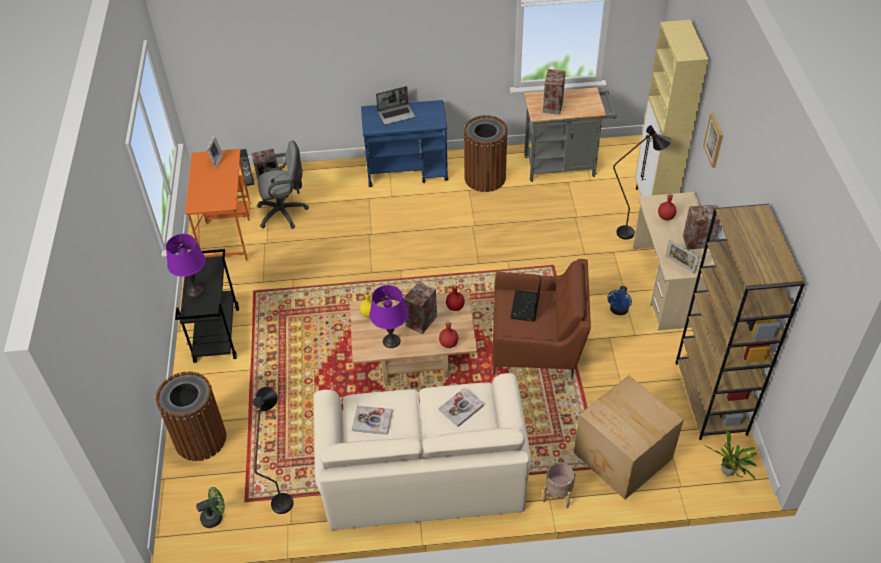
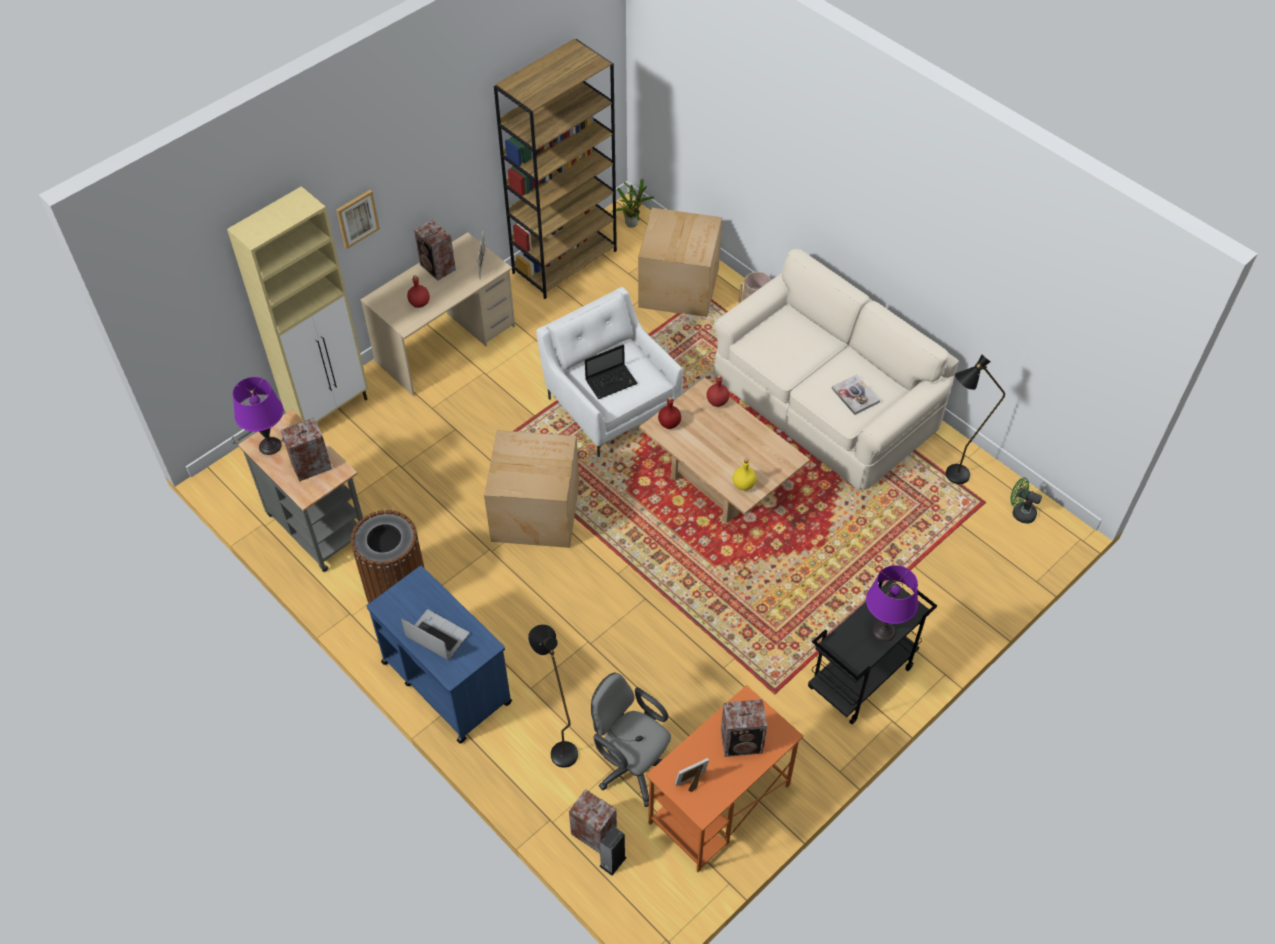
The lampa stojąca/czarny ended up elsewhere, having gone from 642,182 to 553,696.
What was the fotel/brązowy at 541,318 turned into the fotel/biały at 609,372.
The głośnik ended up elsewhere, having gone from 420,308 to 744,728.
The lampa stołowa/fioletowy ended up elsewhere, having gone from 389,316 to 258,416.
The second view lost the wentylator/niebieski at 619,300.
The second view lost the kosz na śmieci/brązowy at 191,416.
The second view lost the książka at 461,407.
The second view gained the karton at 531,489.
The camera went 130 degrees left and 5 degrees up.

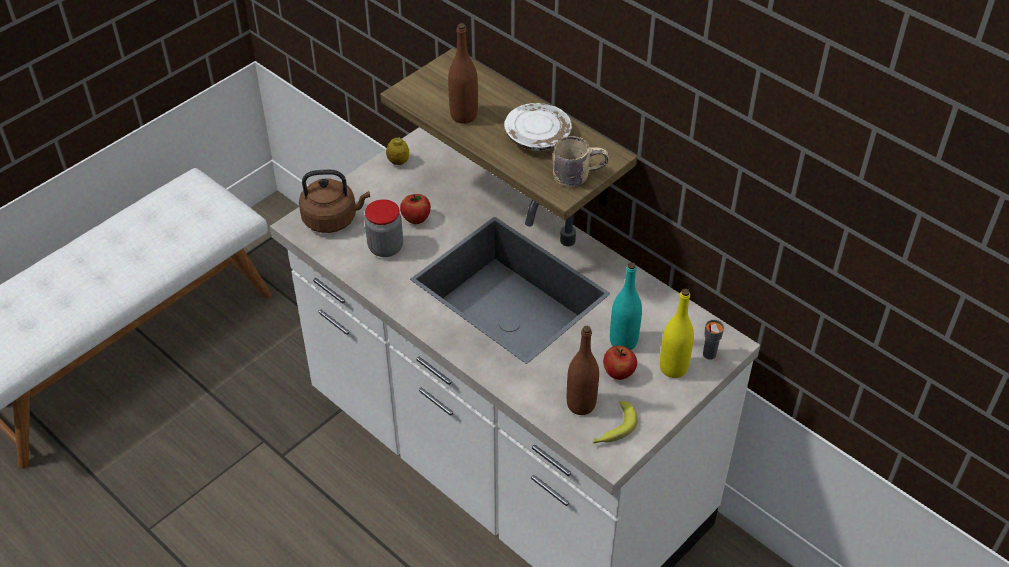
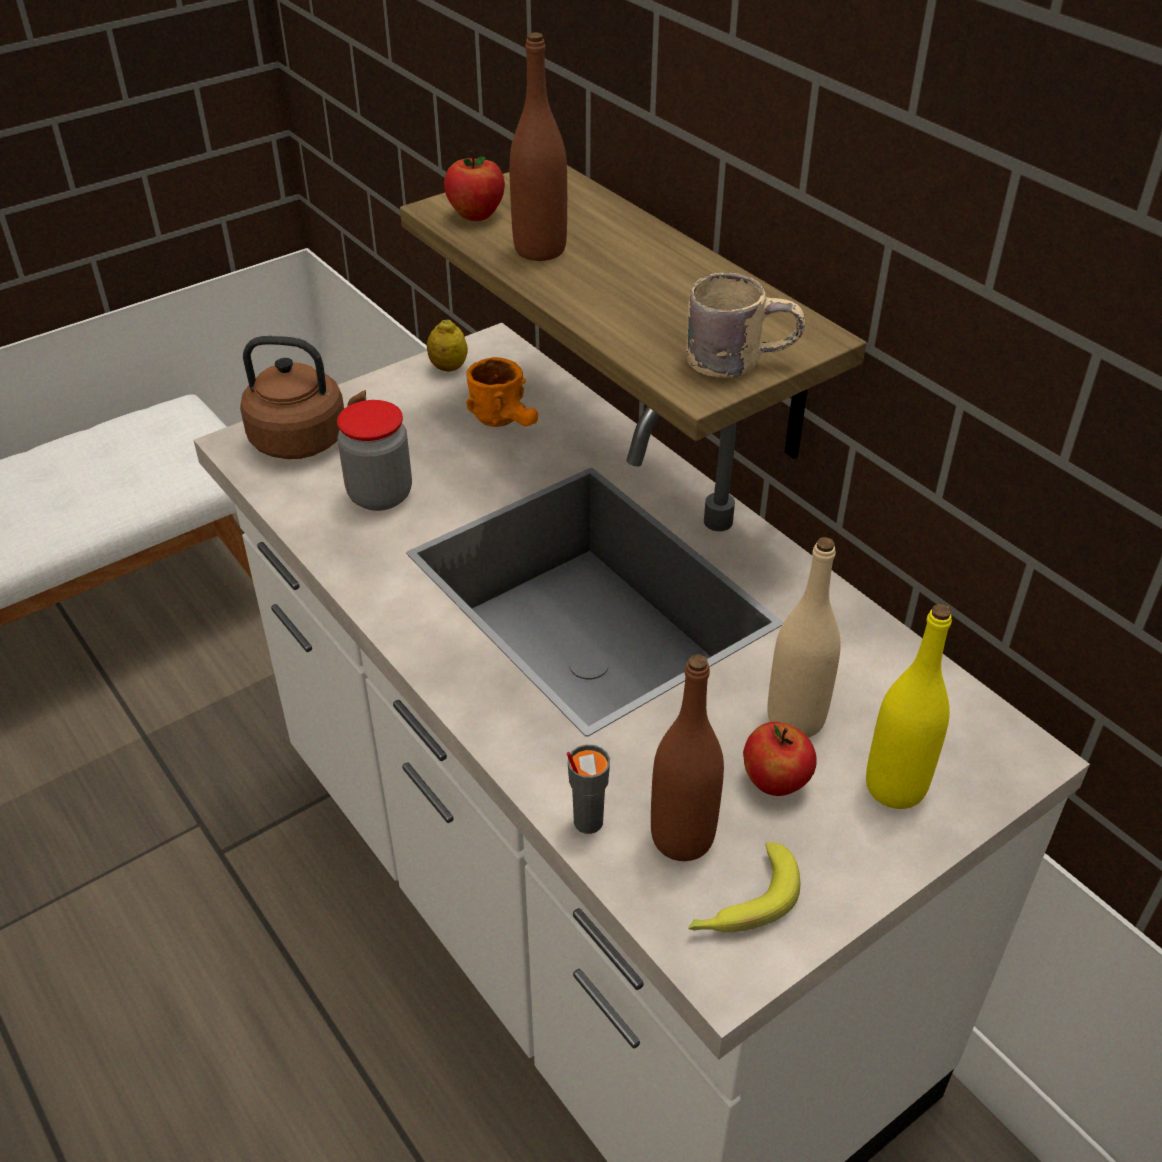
The second view lost the talerz/biały at 538,127.
The jabłko ended up elsewhere, having gone from 415,209 to 474,186.
What was the butelka/turkusowy at 626,306 turned into the butelka/beżowy at 804,637.
The filiżanka/szary ended up elsewhere, having gone from 713,340 to 588,789.
The second view gained the kubek/pomarańczowy at 502,392.
The camera went 10 degrees right and 5 degrees down.

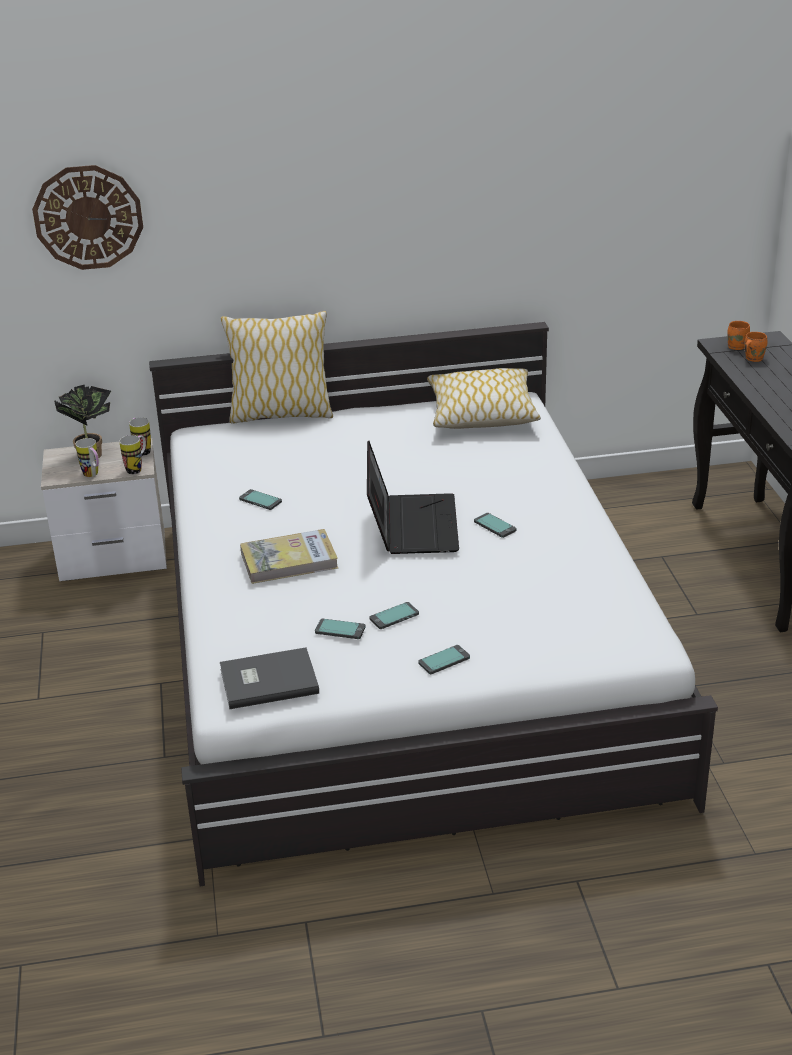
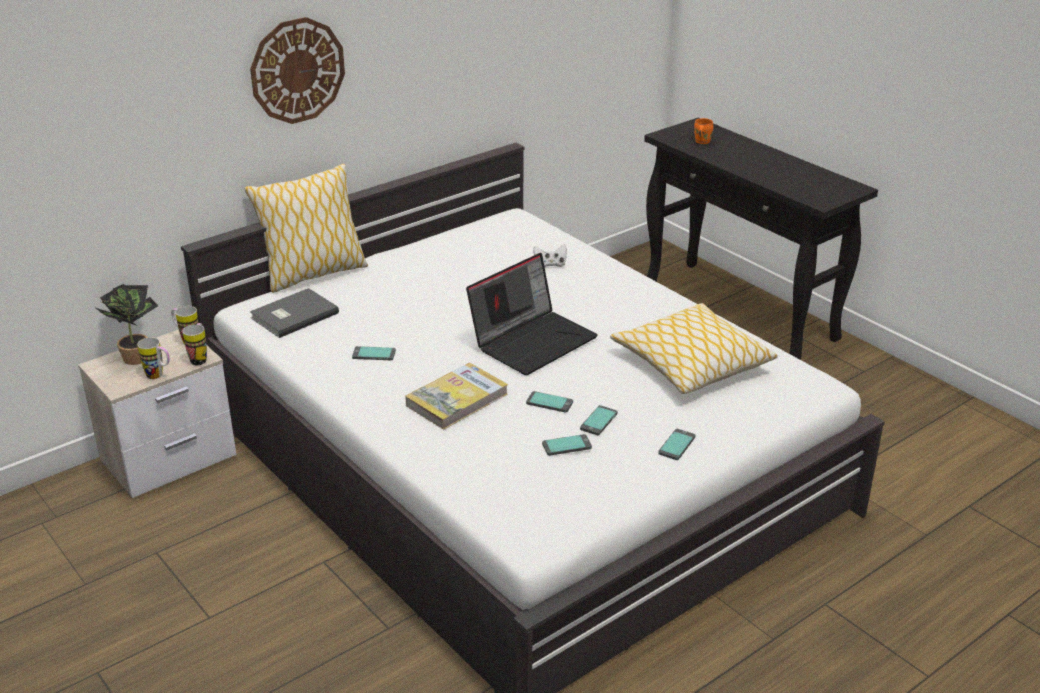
The zegar ścienny ended up elsewhere, having gone from 87,217 to 297,70.
The second view lost the kubek/pomarańczowy at 738,335.
The poduszka ended up elsewhere, having gone from 484,398 to 694,348.
The laptop at 413,497 ended up facing another way, 75 degrees clockwise from before.
The telefon ended up elsewhere, having gone from 495,525 to 549,402.
The książka/szary ended up elsewhere, having gone from 269,678 to 294,313.
The second view gained the pad do gier/biały at 550,255.
The camera went 30 degrees left and 0 degrees up.

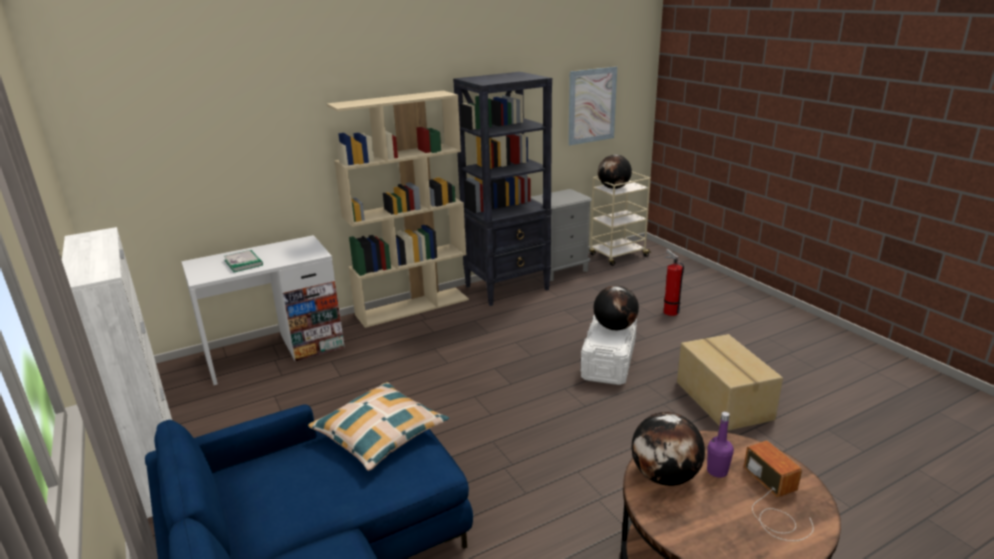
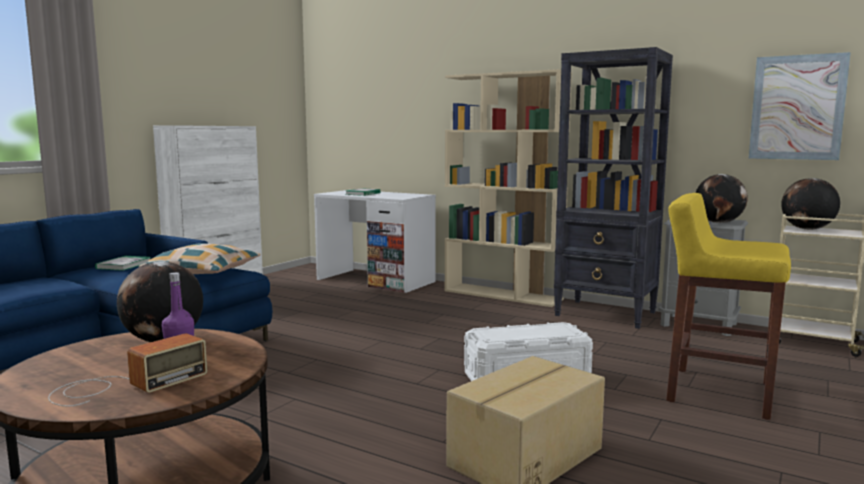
Where the gaśnica stood at 674,282, the stołek/żółty came to stand at 728,306.
The globus ended up elsewhere, having gone from 616,308 to 722,198.
The second view gained the książka at 123,263.
The camera went 60 degrees right and 15 degrees down.

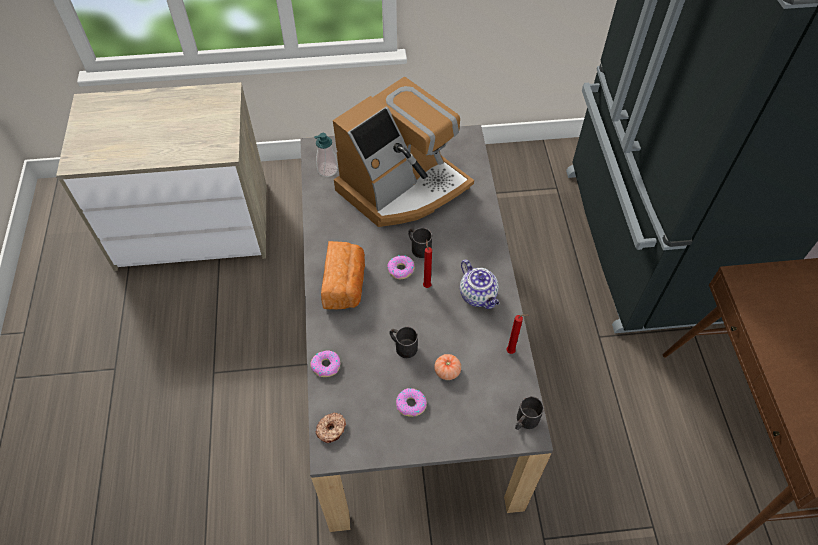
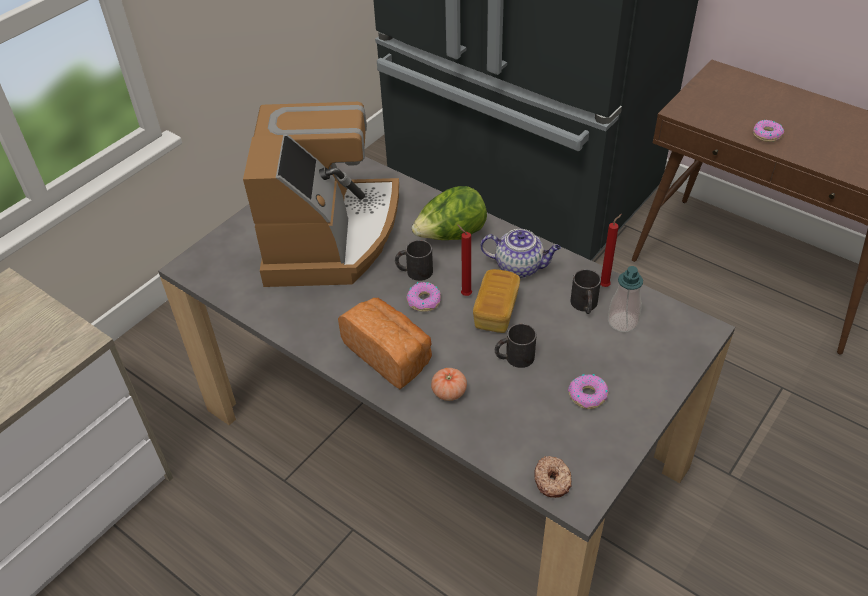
The dozownik mydła ended up elsewhere, having gone from 326,155 to 625,299.
The donut ended up elsewhere, having gone from 325,364 to 768,131.
The pomidor ended up elsewhere, having gone from 447,367 to 449,384.
The kubek/czarny ended up elsewhere, having gone from 529,413 to 585,291.
The second view gained the sałata at 449,213.
The second view gained the chleb at 496,301.
The camera went 45 degrees left and 10 degrees down.

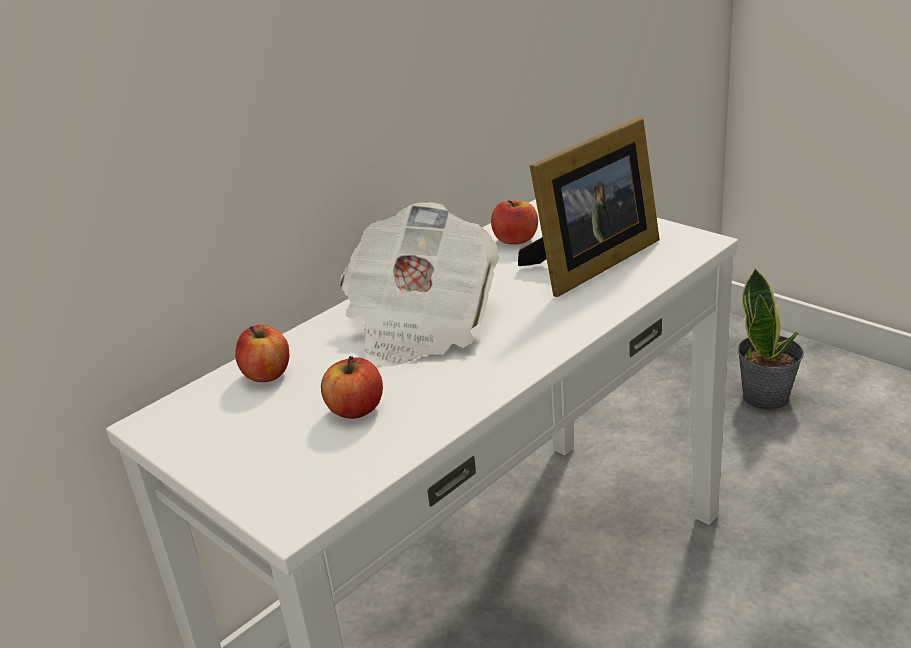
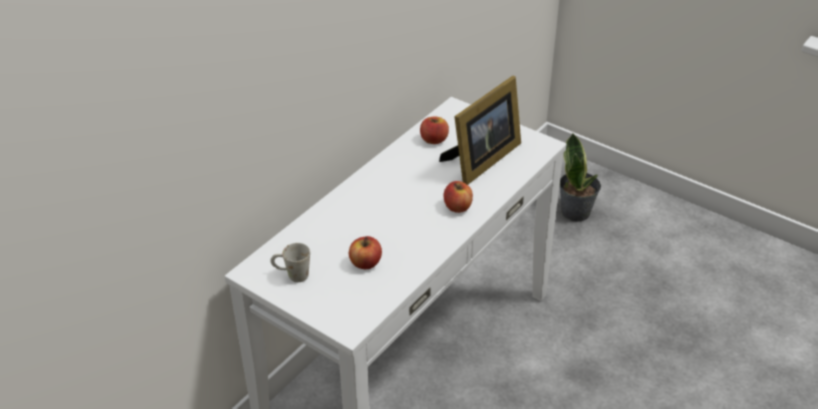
The second view lost the gazeta at 420,284.
The jabłko ended up elsewhere, having gone from 262,353 to 458,197.
The second view gained the kubek/biały at 290,262.
The camera went 10 degrees left and 10 degrees up.

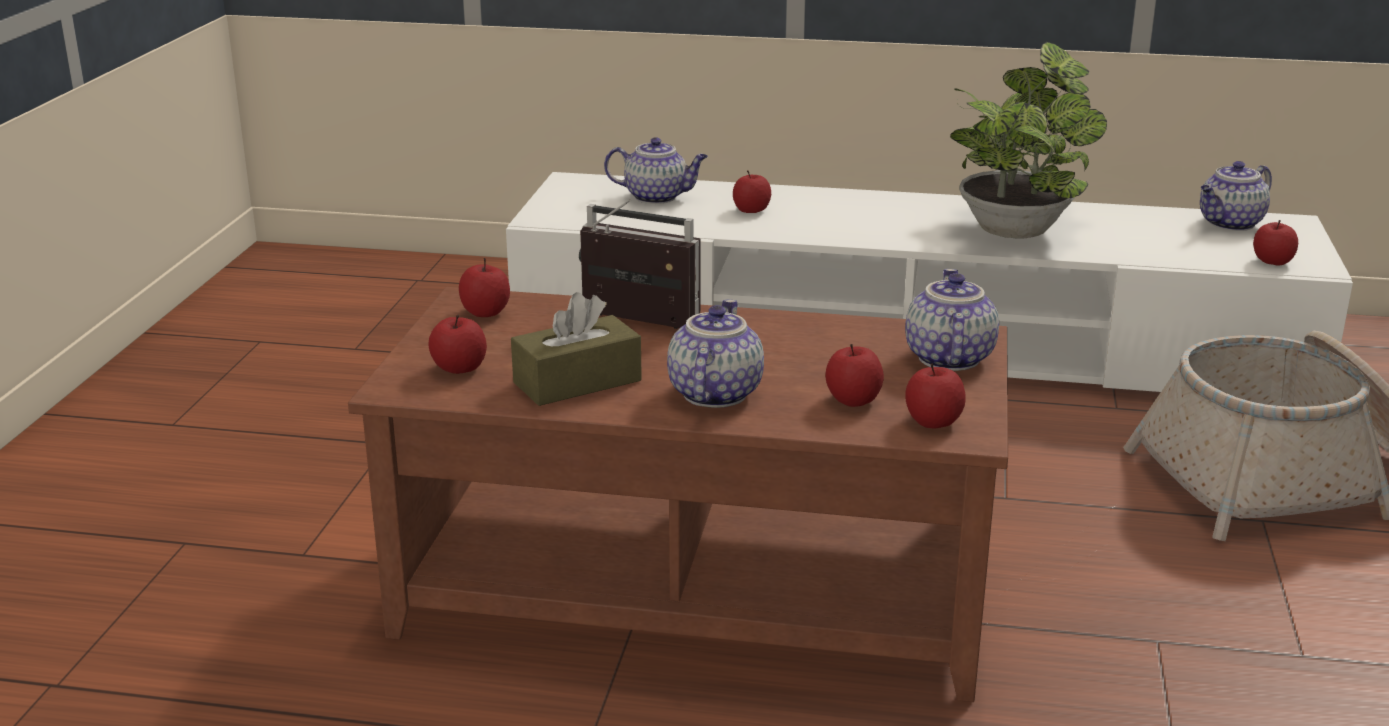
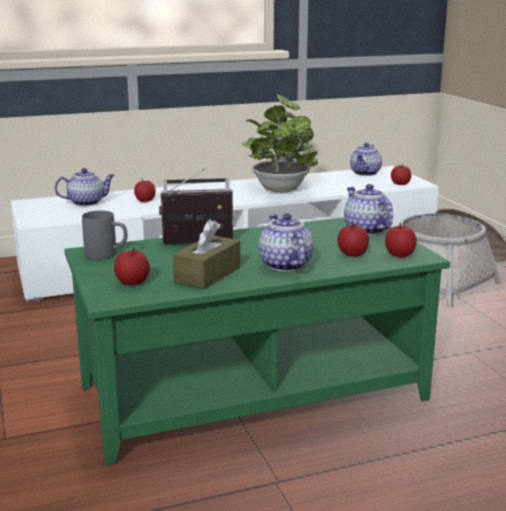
Where the jabłko stood at 484,287, the kubek/szary came to stand at 105,235.
What was the ława/brązowy at 678,494 turned into the ława/zielony at 257,341.
The camera went 30 degrees left and 5 degrees down.

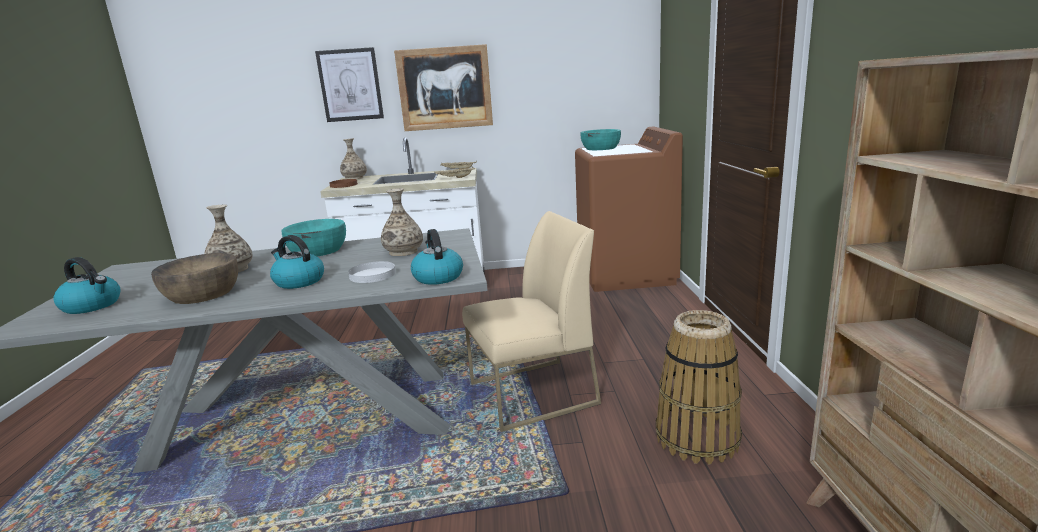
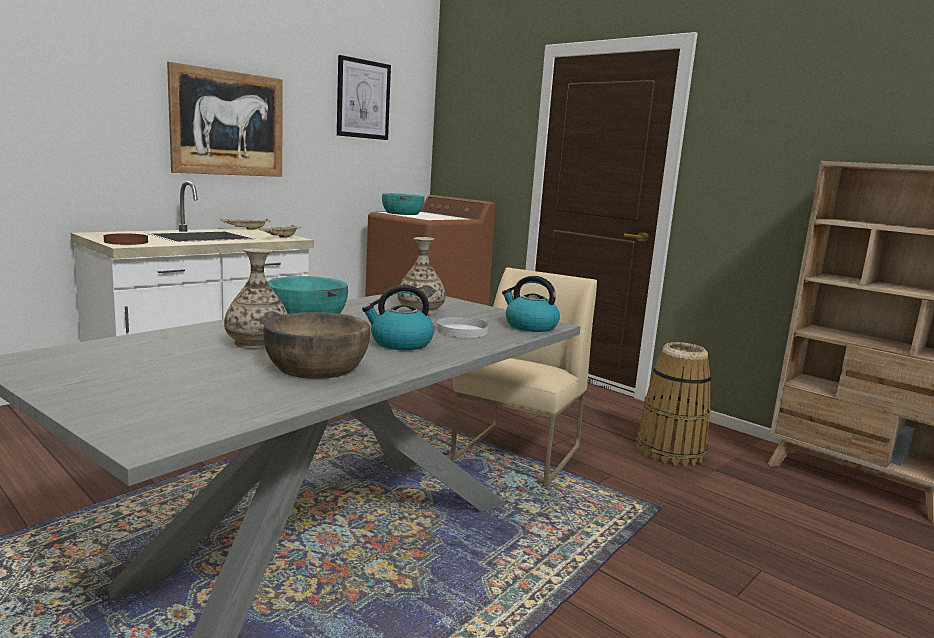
The obraz ended up elsewhere, having gone from 349,84 to 364,97.
The second view lost the wazon at 353,158.
The second view lost the czajnik at 86,285.
The camera went 45 degrees left and 5 degrees down.

